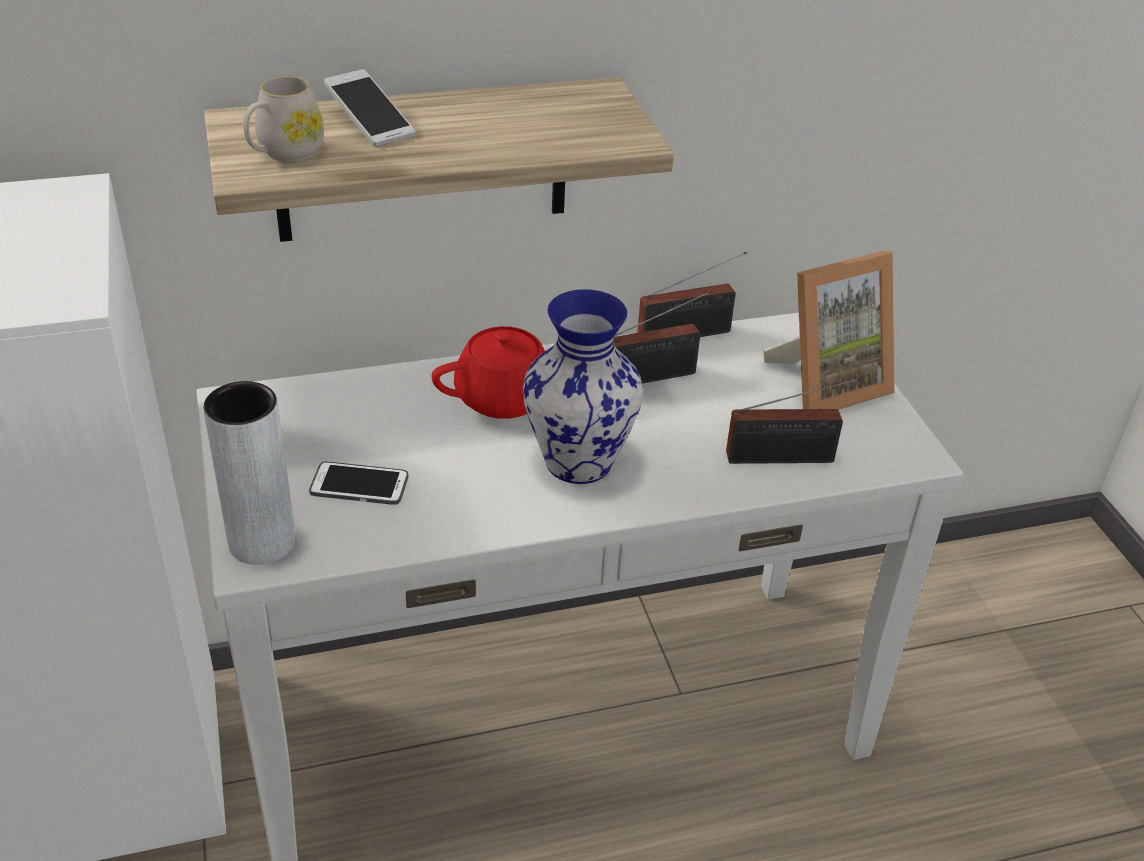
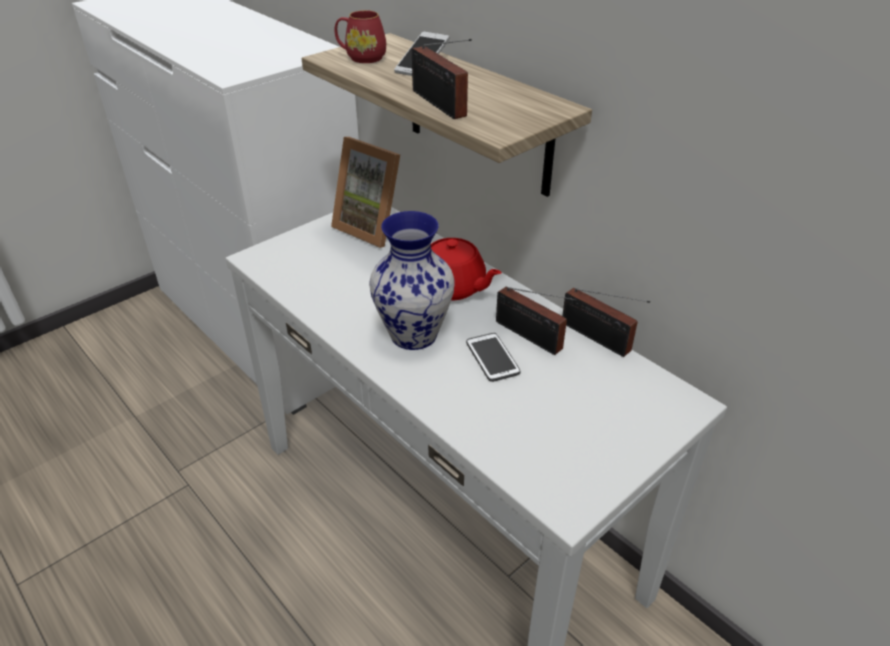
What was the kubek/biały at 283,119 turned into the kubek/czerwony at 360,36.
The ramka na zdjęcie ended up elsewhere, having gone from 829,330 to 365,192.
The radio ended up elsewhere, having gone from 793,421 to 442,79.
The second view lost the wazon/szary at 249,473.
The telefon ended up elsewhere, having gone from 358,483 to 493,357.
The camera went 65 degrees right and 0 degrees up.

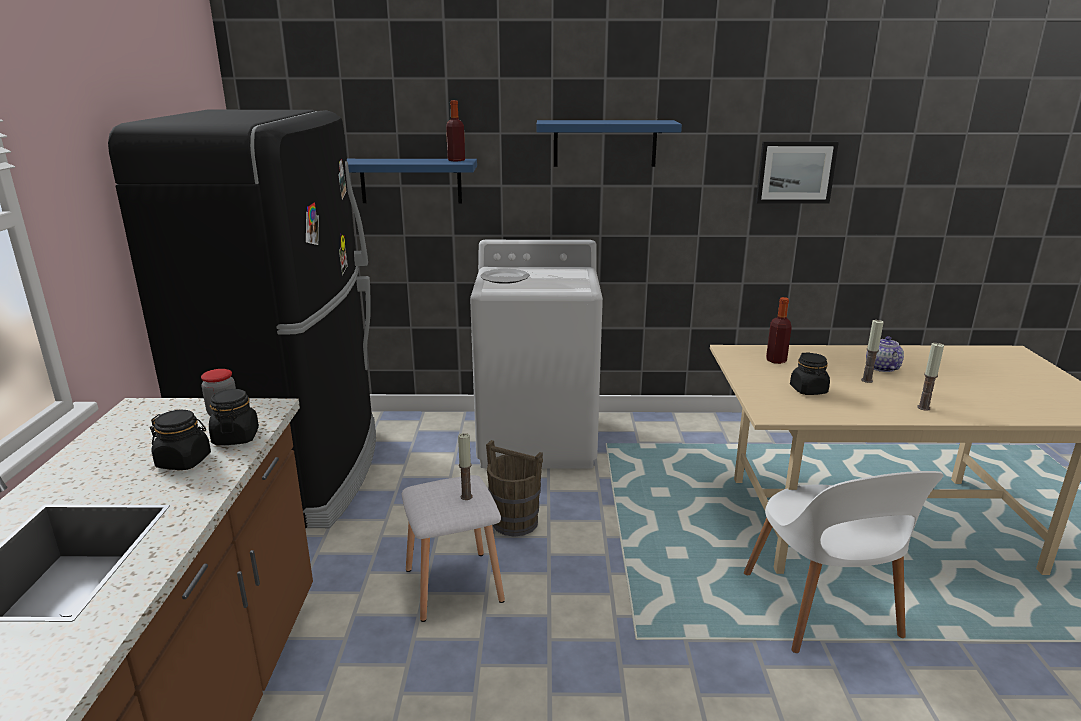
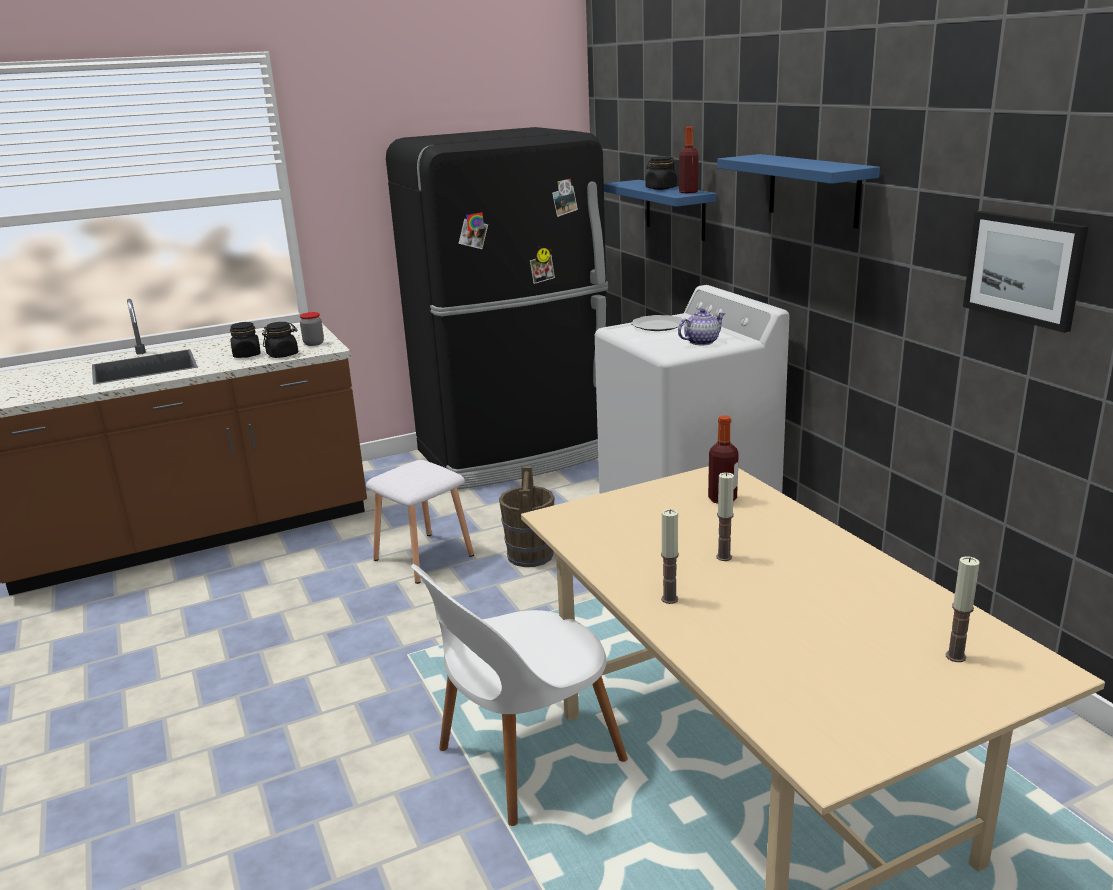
The imbryk ended up elsewhere, having gone from 885,354 to 702,327.
The słoik/czarny ended up elsewhere, having gone from 810,373 to 661,173.
The świeca ended up elsewhere, having gone from 465,466 to 963,609.
The camera went 65 degrees right and 0 degrees up.

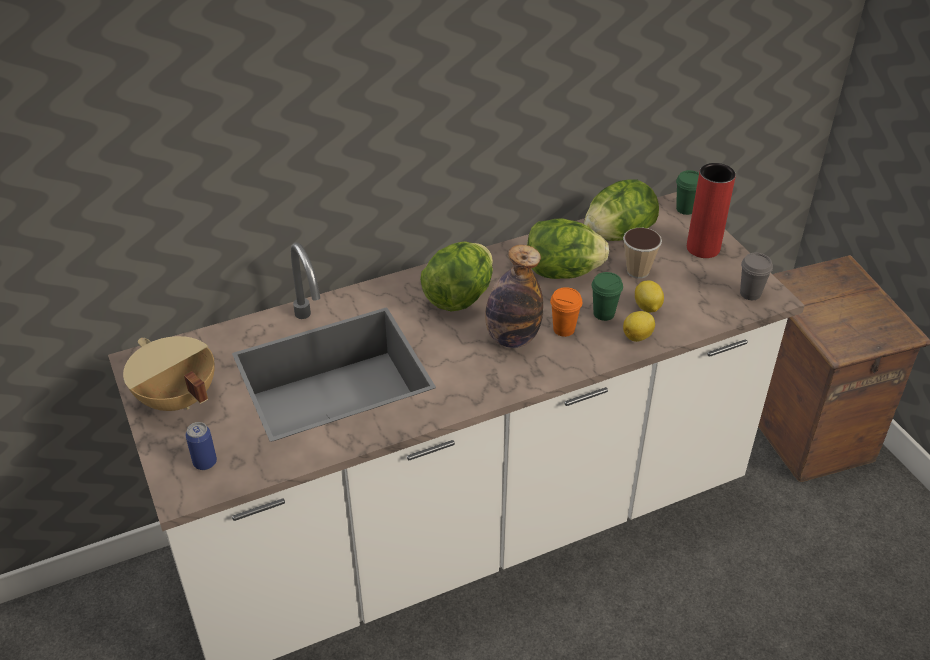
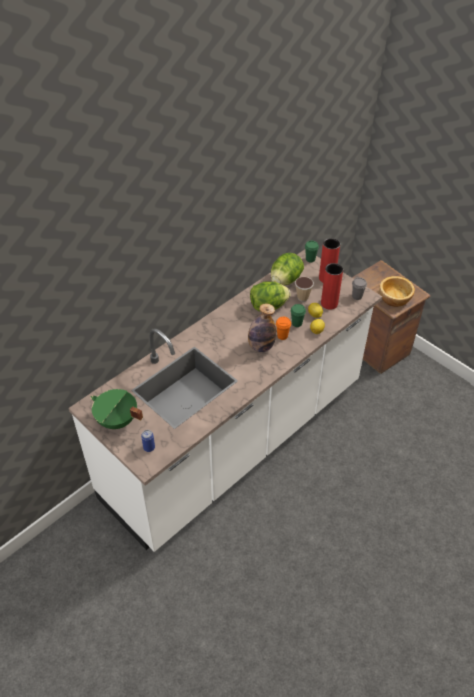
The second view lost the sałata at 456,277.
What was the garnek/beżowy at 169,373 turned into the garnek/zielony at 117,409.
The second view gained the wazon/czerwony at 332,286.
The second view gained the miska at 397,291.
The camera went 20 degrees left and 5 degrees up.

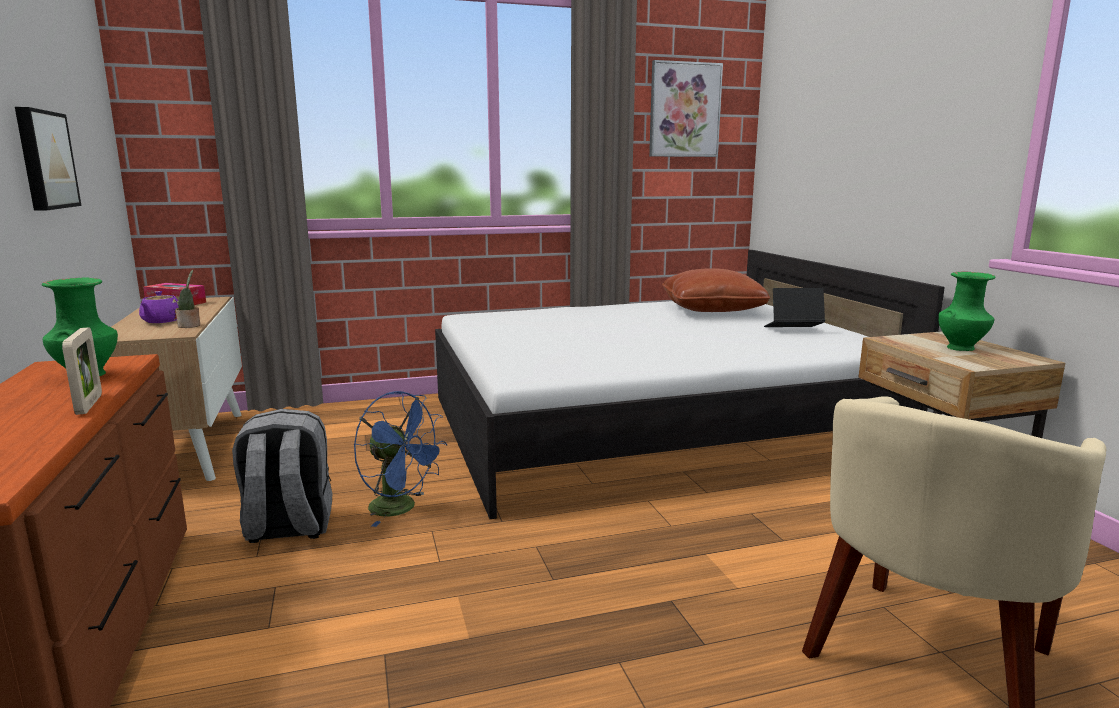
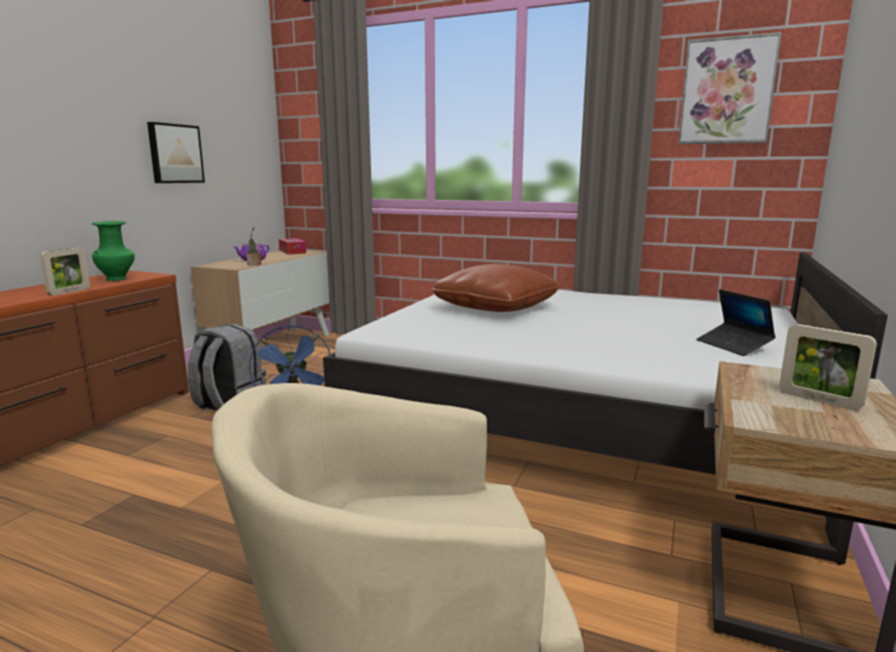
The poduszka/brązowy ended up elsewhere, having gone from 716,290 to 496,288.
Where the wazon/zielony stood at 966,311, the ramka na zdjęcie came to stand at 828,367.
The laptop at 794,307 ended up facing another way, 150 degrees counterclockwise from before.
The camera went 40 degrees right and 0 degrees up.

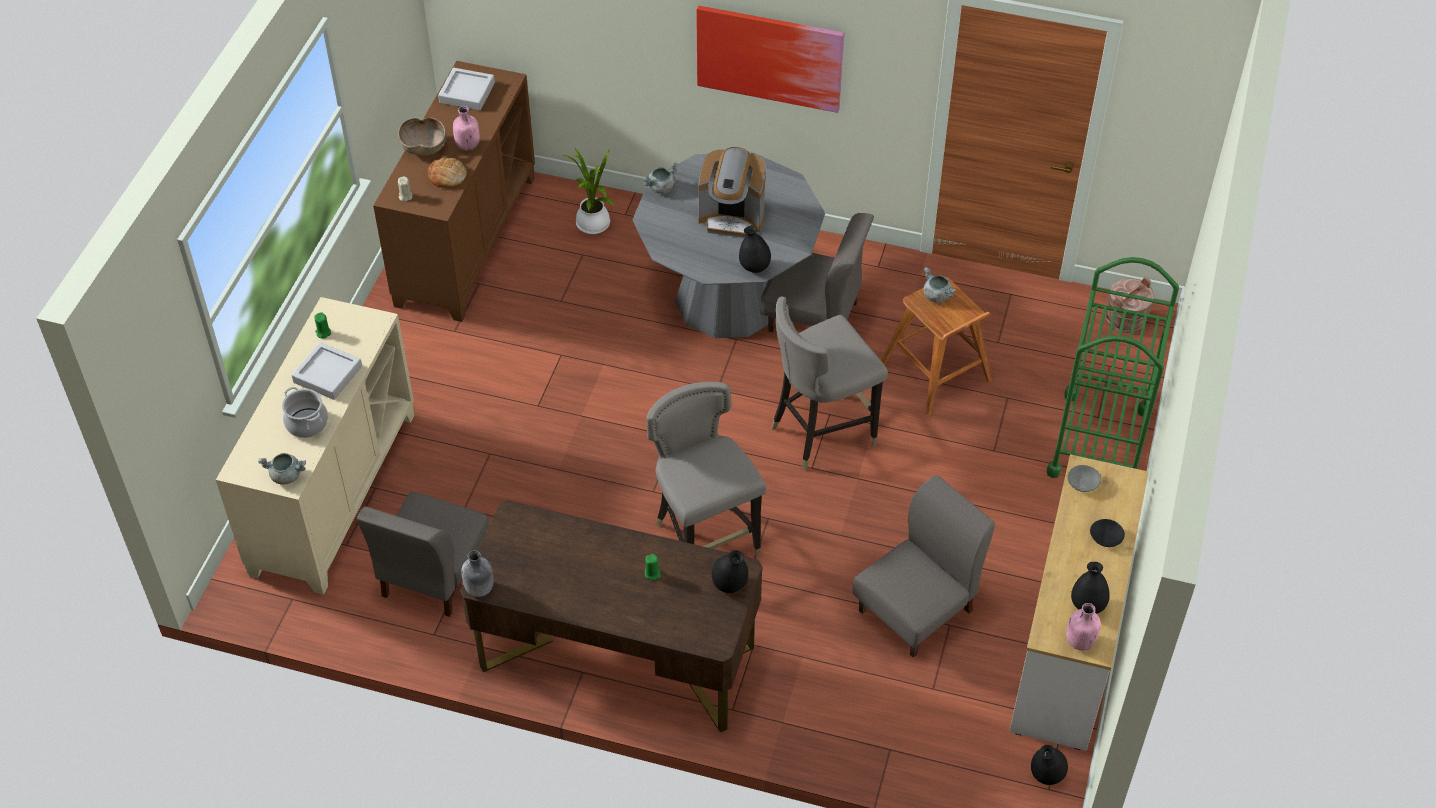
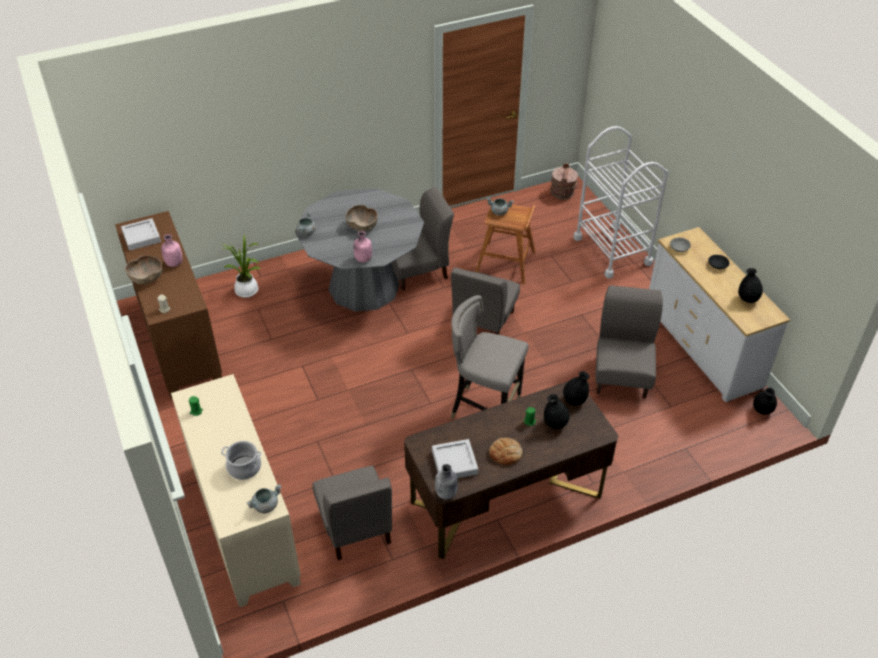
The second view lost the obraz at 770,59.
Where the ekspres do kawy stood at 732,192, the miska/brązowy came to stand at 362,218.
The chleb ended up elsewhere, having gone from 447,173 to 506,451.
The wazon/czarny ended up elsewhere, having gone from 755,249 to 557,411.
What was the wózek/zielony at 1113,367 turned into the wózek/biały at 620,202.
Where the stołek/szary stood at 830,384, the krzesło/szary came to stand at 485,301.
The taca/szary ended up elsewhere, having gone from 327,371 to 455,458.
The butelka/różowy ended up elsewhere, having gone from 1083,626 to 363,246.
The camera went 40 degrees left and 5 degrees down.

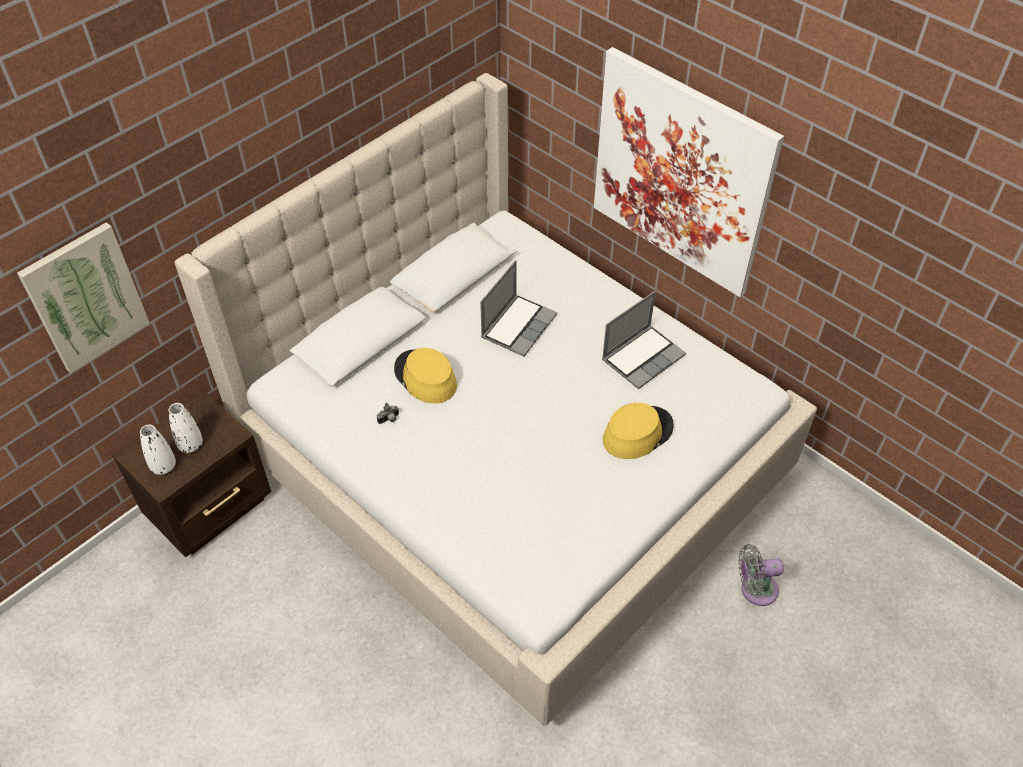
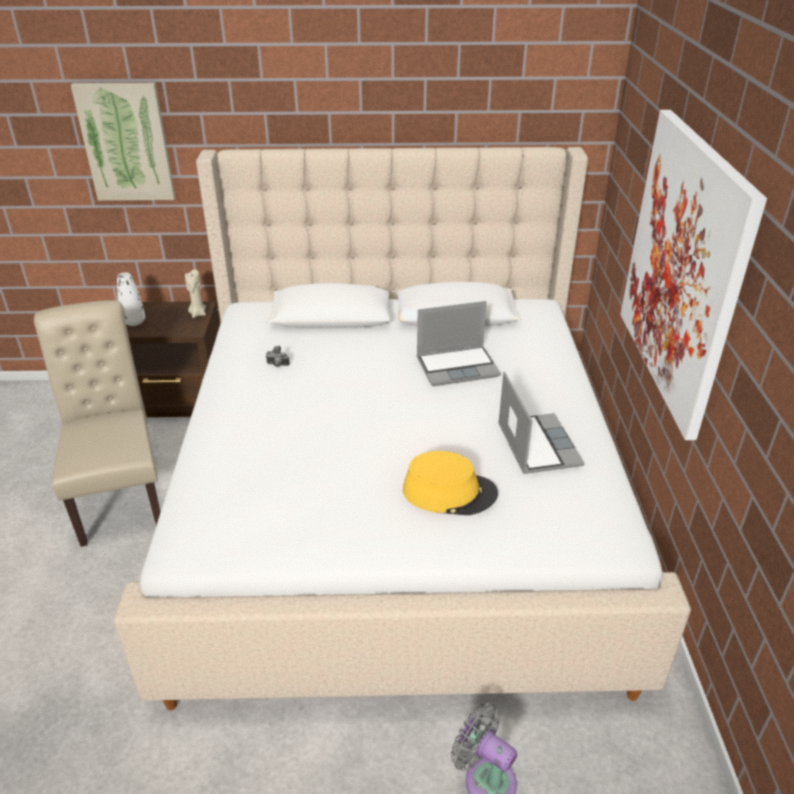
The laptop at 644,340 ended up facing another way, 105 degrees counterclockwise from before.
The second view lost the kapelusz/żółty at 425,376.
The second view lost the wazon/biały at 186,428.
The second view gained the świeca/beżowy at 195,293.
The second view gained the krzesło/beżowy at 97,423.
The camera went 45 degrees right and 15 degrees down.

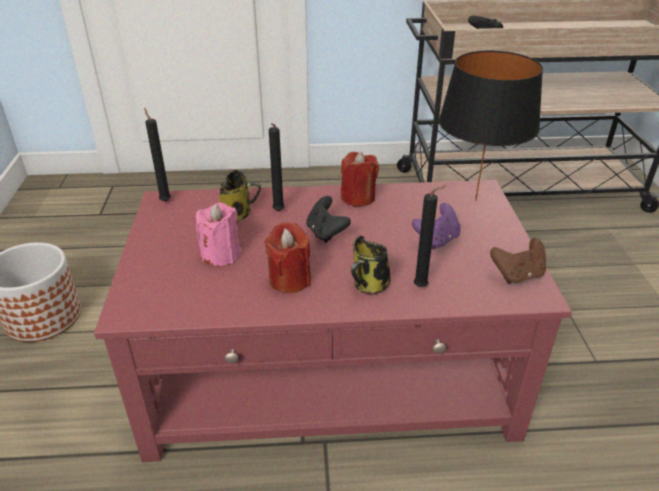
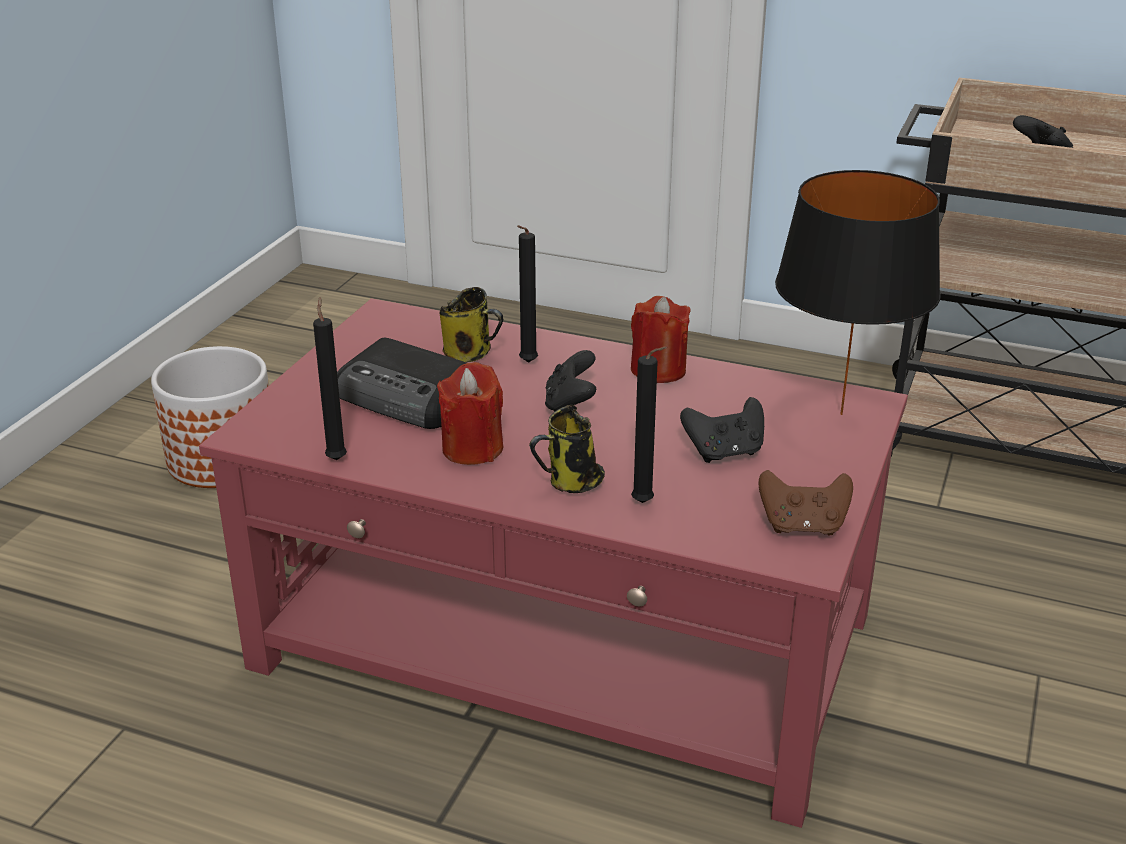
The świeca/czarny ended up elsewhere, having gone from 157,154 to 330,378.
Where the świeca/różowy stood at 218,234, the radio came to stand at 401,383.
What was the pad do gier/fioletowy at 436,226 turned into the pad do gier/czarny at 722,430.
The camera went 25 degrees right and 5 degrees down.

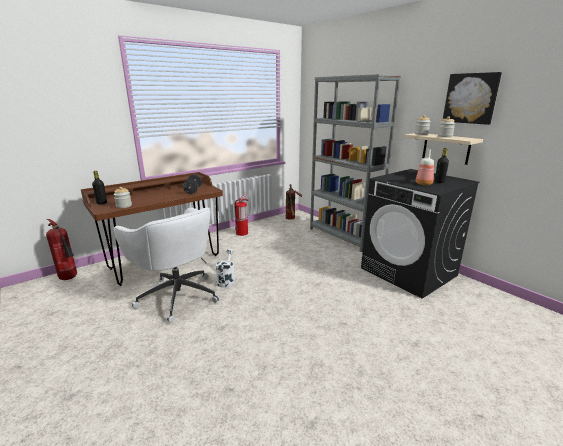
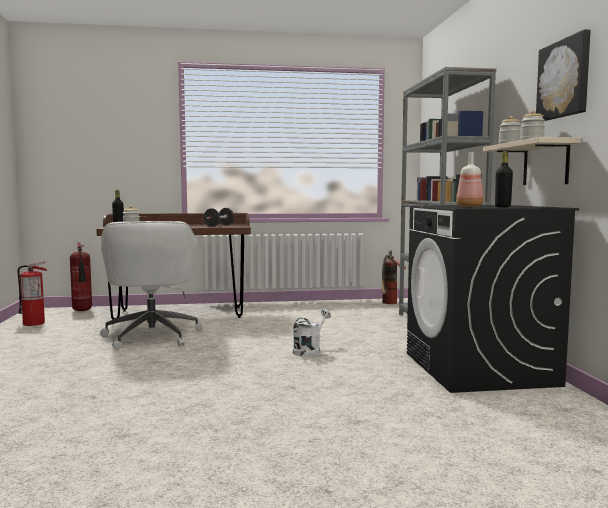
The gaśnica ended up elsewhere, having gone from 241,215 to 33,293.
The konewka/biały ended up elsewhere, having gone from 225,268 to 312,333.
The camera went 30 degrees right and 15 degrees down.

